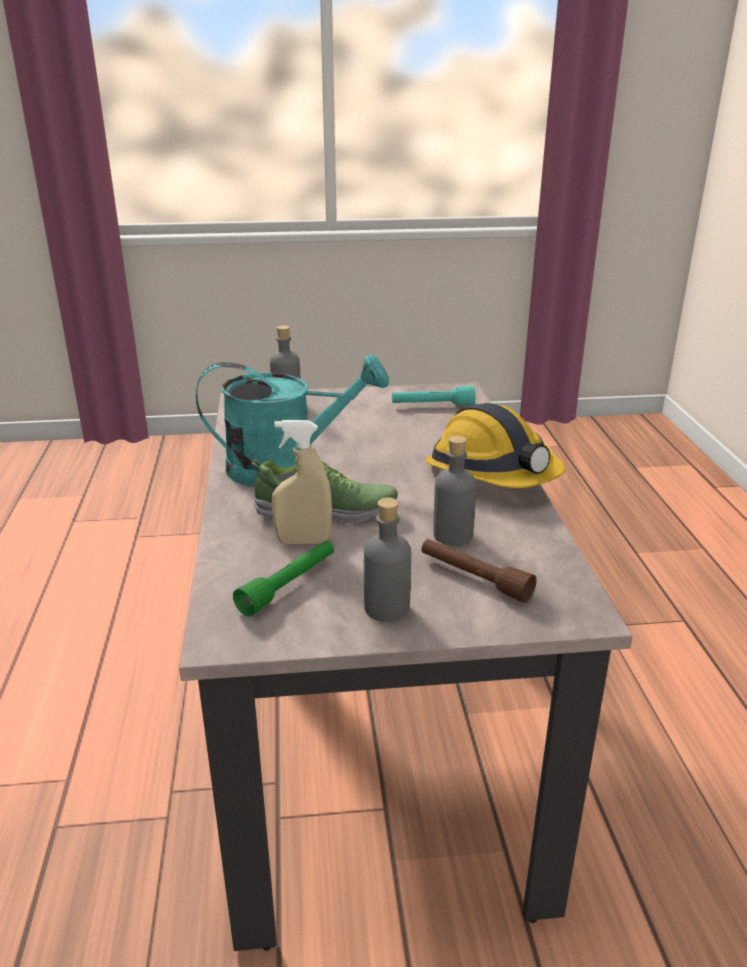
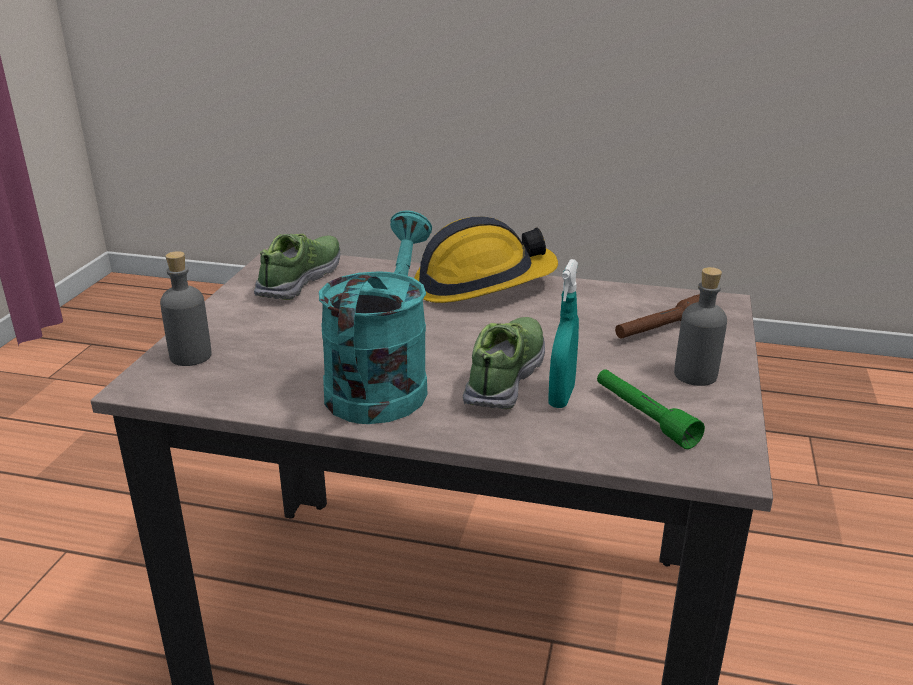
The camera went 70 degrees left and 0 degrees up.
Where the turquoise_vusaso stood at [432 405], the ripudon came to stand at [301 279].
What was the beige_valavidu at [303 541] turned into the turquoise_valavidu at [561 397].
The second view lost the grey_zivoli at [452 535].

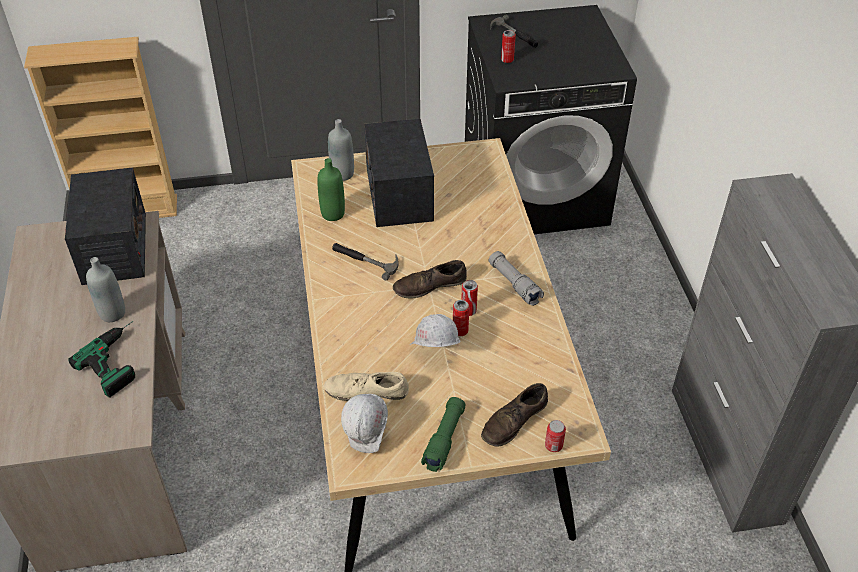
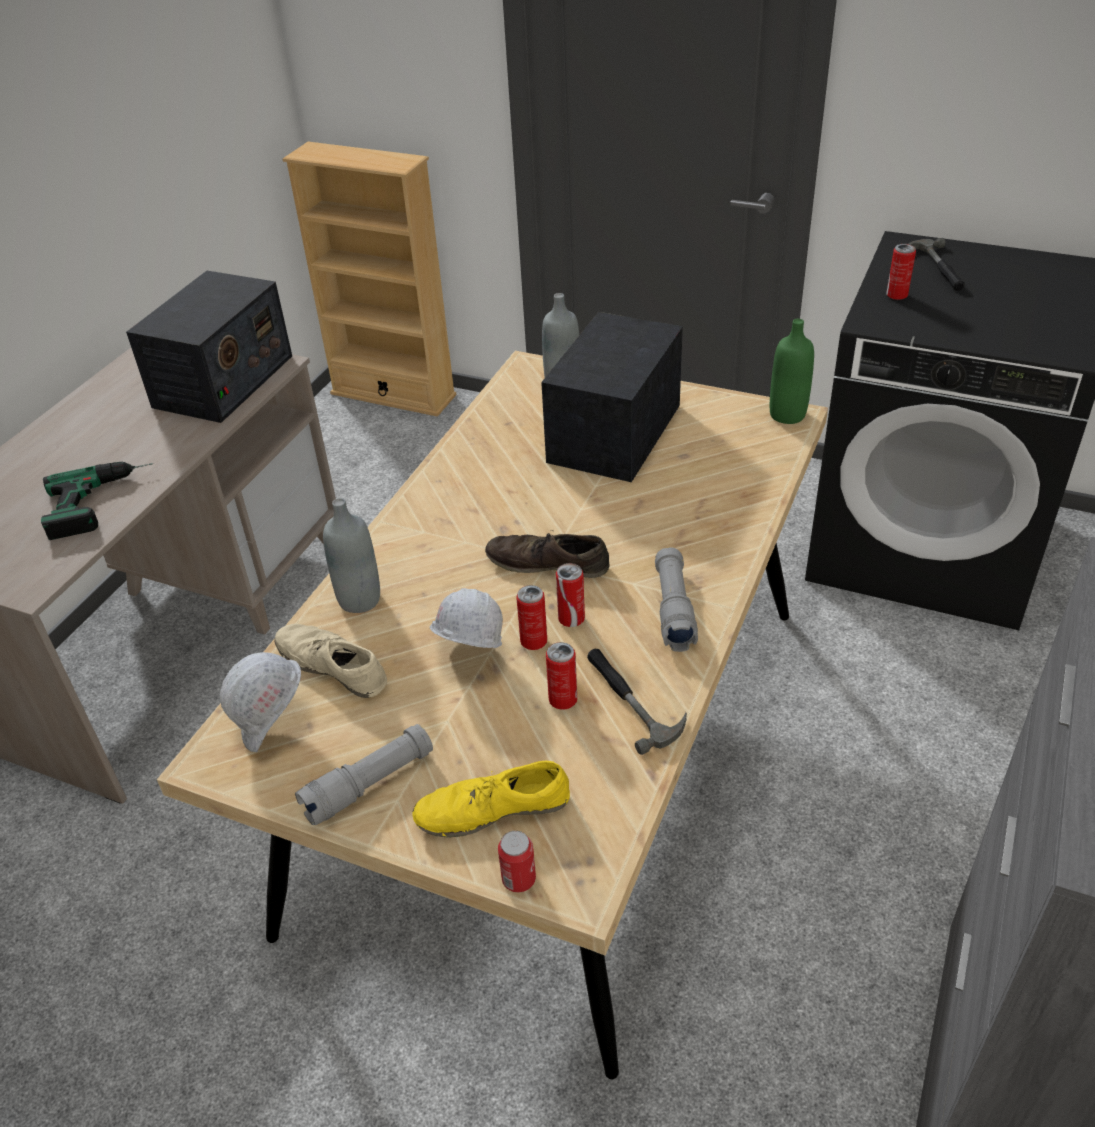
The camera went 35 degrees right and 5 degrees down.
The green_zivoli ended up elsewhere, having gone from [333 214] to [787 414].
The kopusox ended up elsewhere, having gone from [365 260] to [631 699].
The grey_zivoli ended up elsewhere, having gone from [112 313] to [359 599].
What was the brown_ripudon at [514 421] turned into the yellow_ripudon at [492 809].
What was the green_vusaso at [444 439] turned into the grey_vusaso at [369 784].
The second view gained the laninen at [563 700].

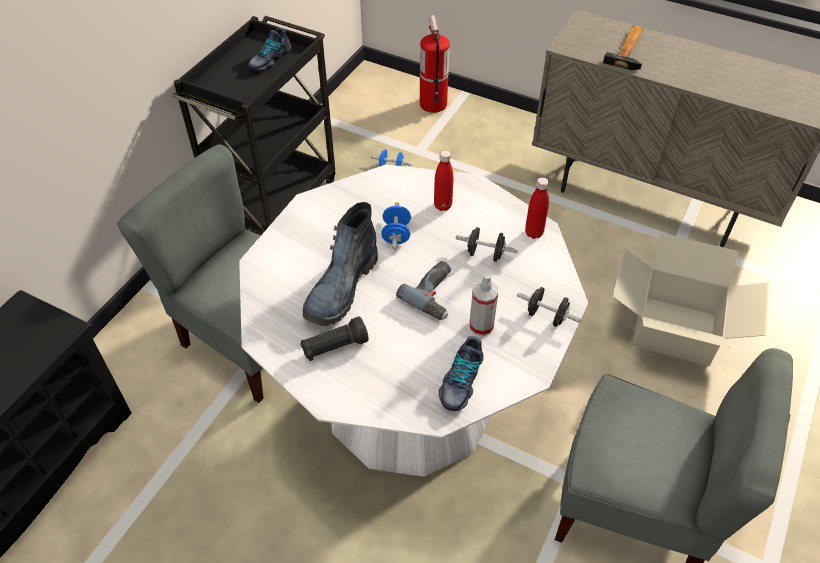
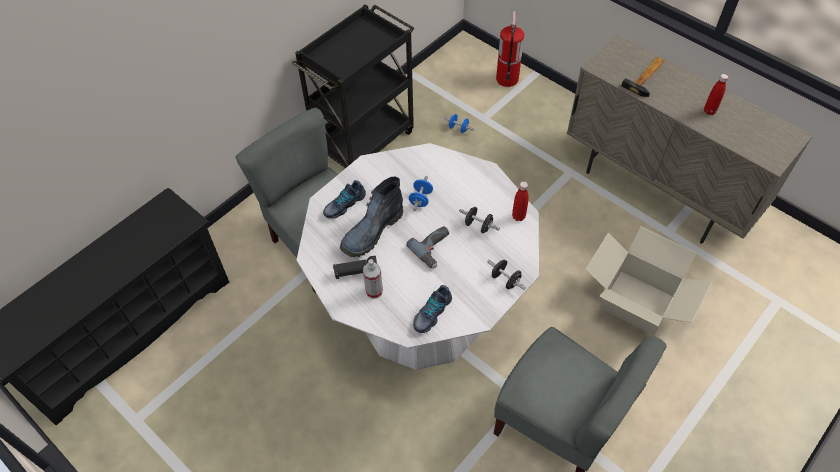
The camera went 15 degrees right and 5 degrees up.
The ripudon ended up elsewhere, having gone from [269 59] to [344 204].
The red_zivoli ended up elsewhere, having gone from [442 206] to [709 111].
The valavidu ended up elsewhere, having gone from [481 326] to [374 291].

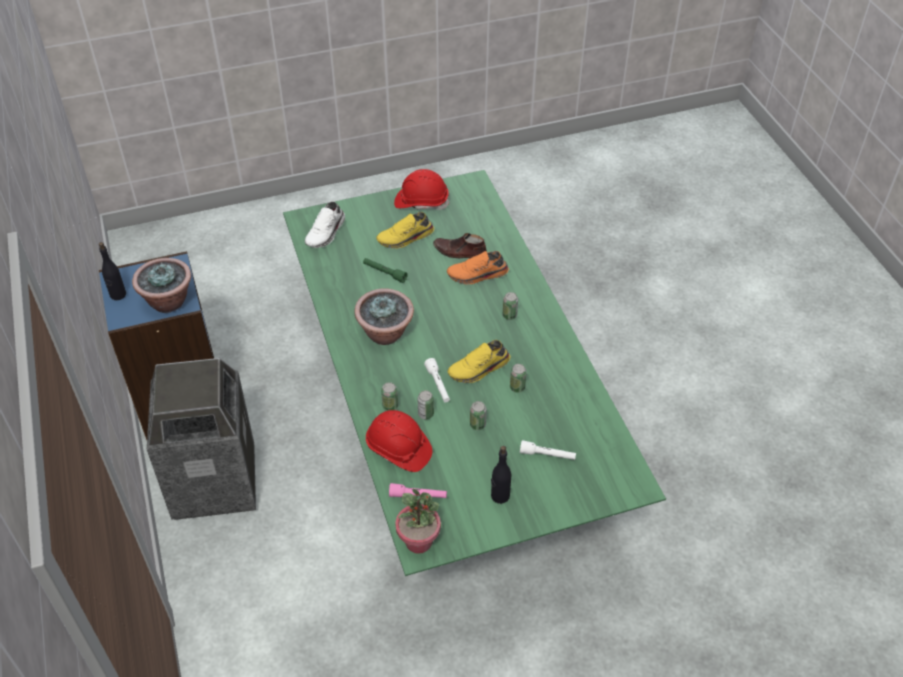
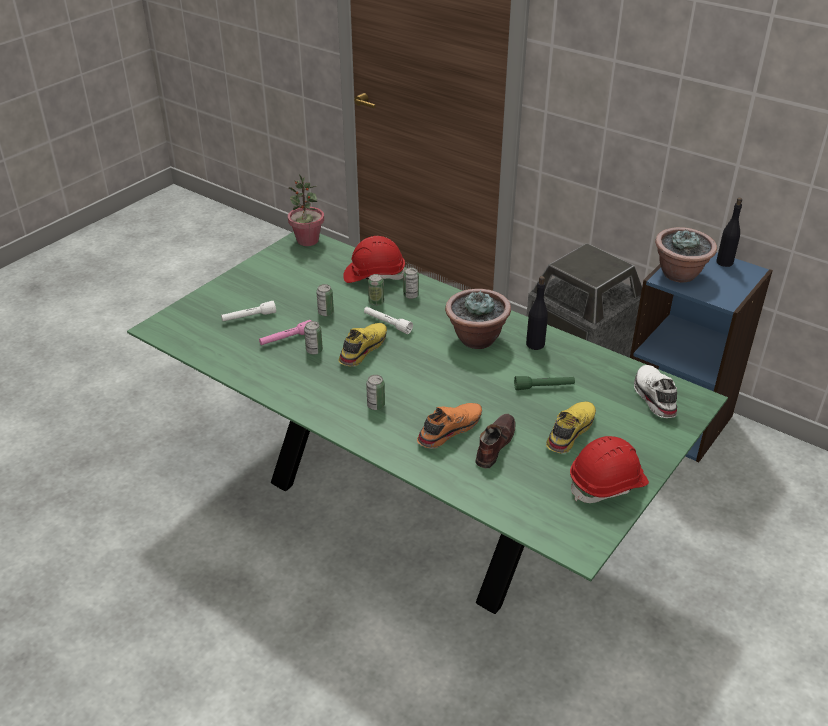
The camera went 145 degrees right and 10 degrees down.
The brown_ripudon at [459 252] ended up facing another way, 45 degrees counterclockwise from before.
The black_zivoli ended up elsewhere, having gone from [500 496] to [535 344].
The pink_vusaso ended up elsewhere, having gone from [418 496] to [286 339].

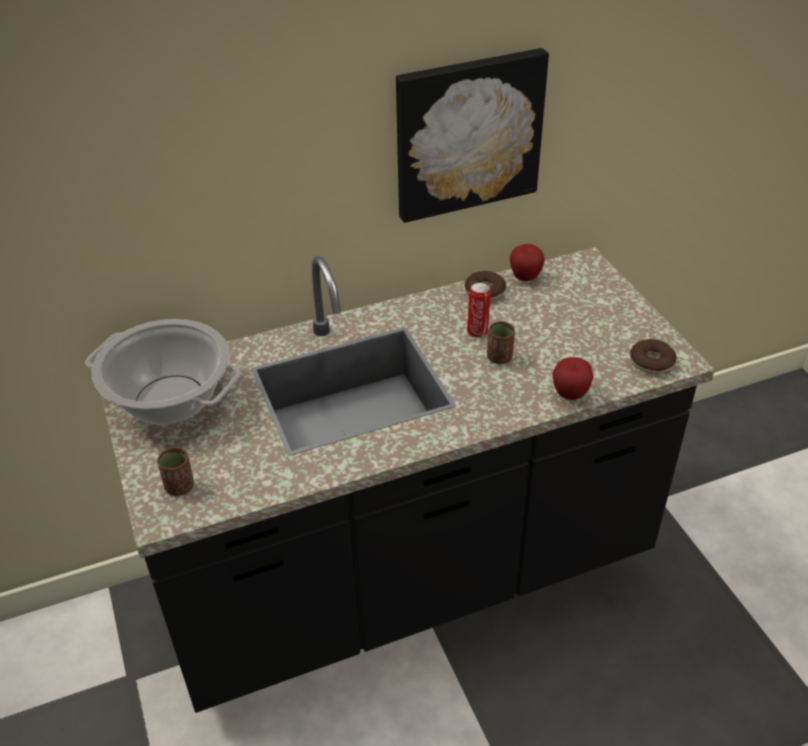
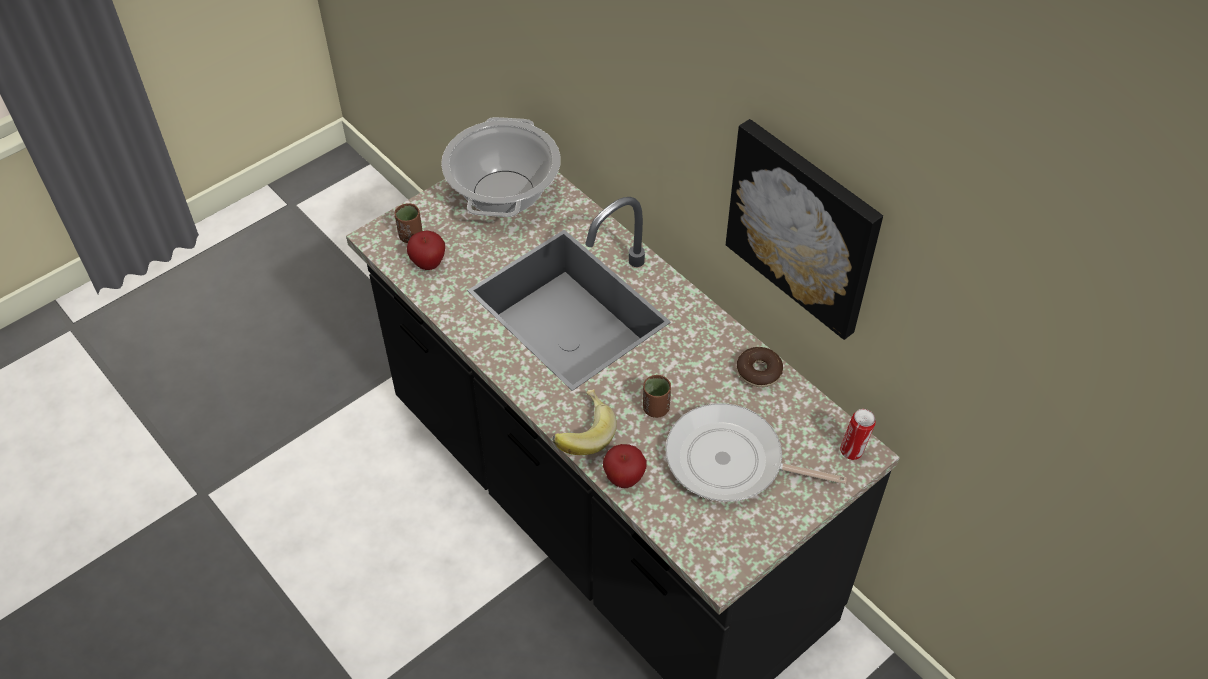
The camera went 70 degrees right and 10 degrees up.
The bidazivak ended up elsewhere, having gone from [525 277] to [428 264].
The laninen ended up elsewhere, having gone from [477 331] to [853 451].
The second view lost the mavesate at [651 362].
The second view gained the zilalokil at [582 434].
The second view gained the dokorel at [731 462].

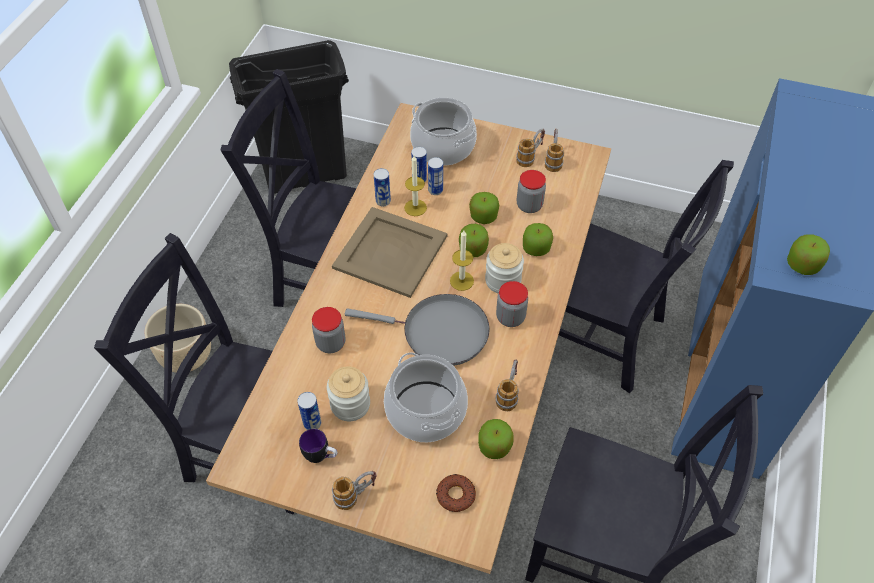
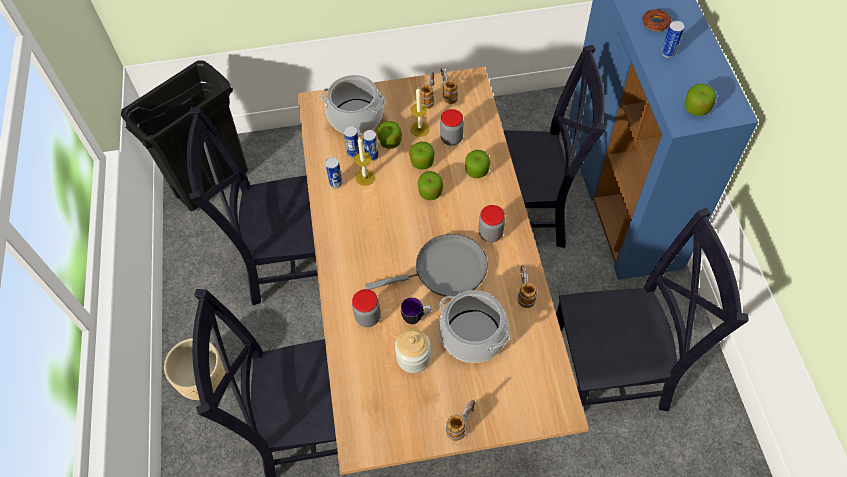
The camera went 25 degrees left and 5 degrees up.
The second view lost the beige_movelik at [390 253].
The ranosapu ended up elsewhere, having gone from [461 281] to [419 129].
The second view lost the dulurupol at [503 280].
The laninen ended up elsewhere, having gone from [312 423] to [668 53].
The bidazivak ended up elsewhere, having gone from [494 446] to [390 141].
The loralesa ended up elsewhere, having gone from [321 457] to [416 317].
The mavesate ended up elsewhere, having gone from [456 495] to [655 23].

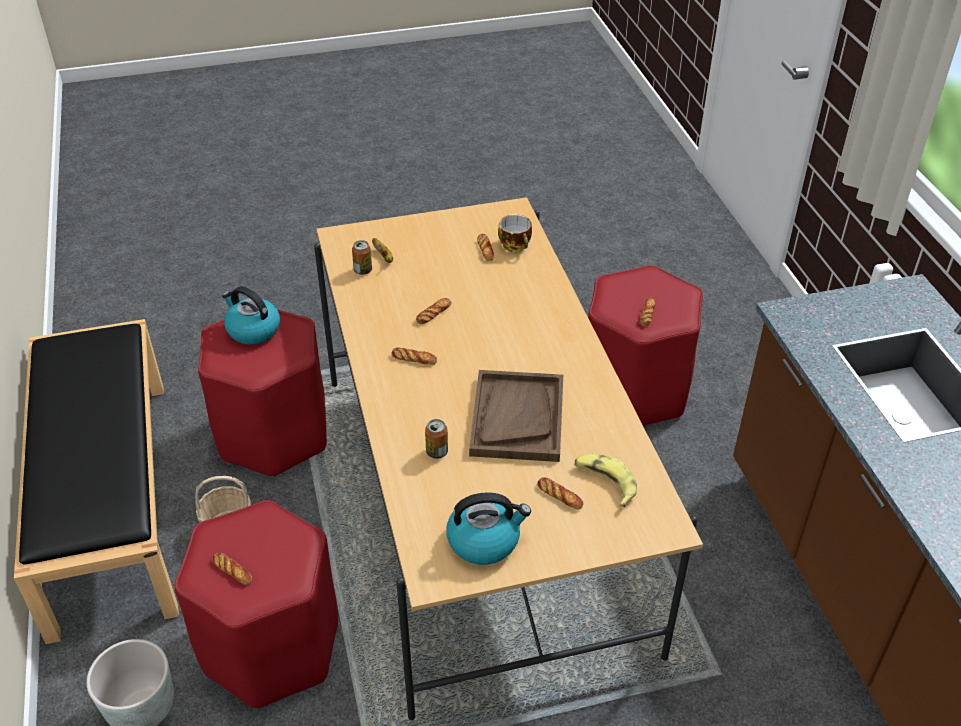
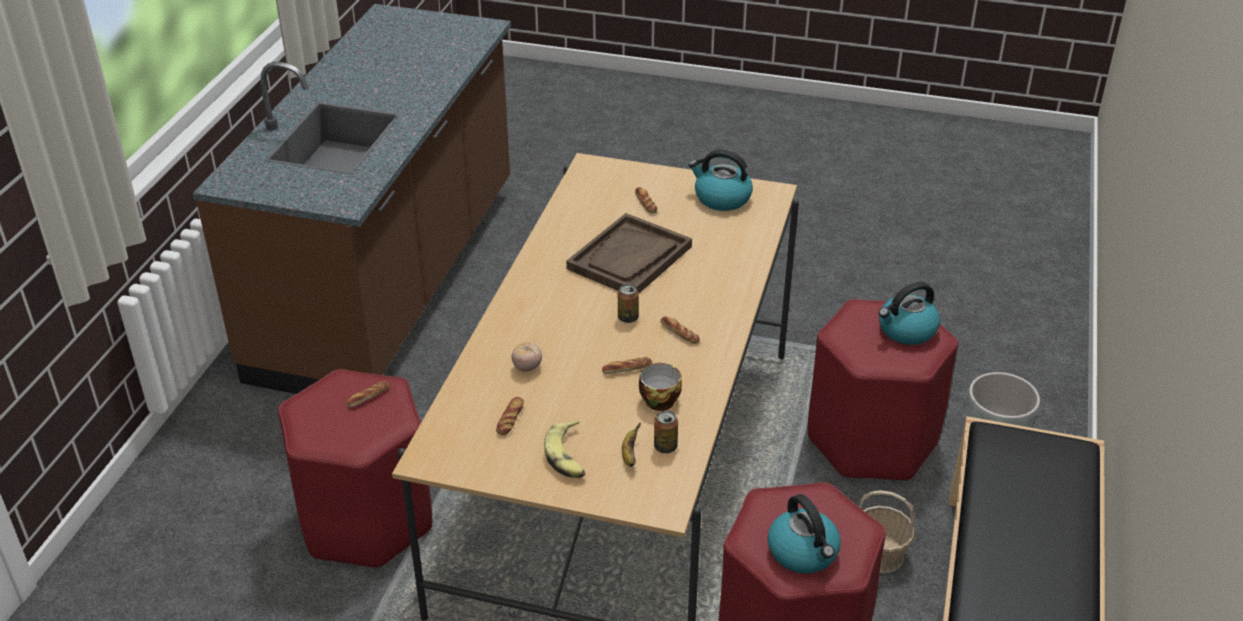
The camera went 150 degrees left and 5 degrees down.
The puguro ended up elsewhere, having gone from [516 246] to [658 399].
The laninen ended up elsewhere, having gone from [437 452] to [628 318].
The zilalokil ended up elsewhere, having gone from [605 482] to [568 456].
Where the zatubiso stood at [232 570], the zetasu came to stand at [906 331].
The second view gained the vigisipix at [527 367].

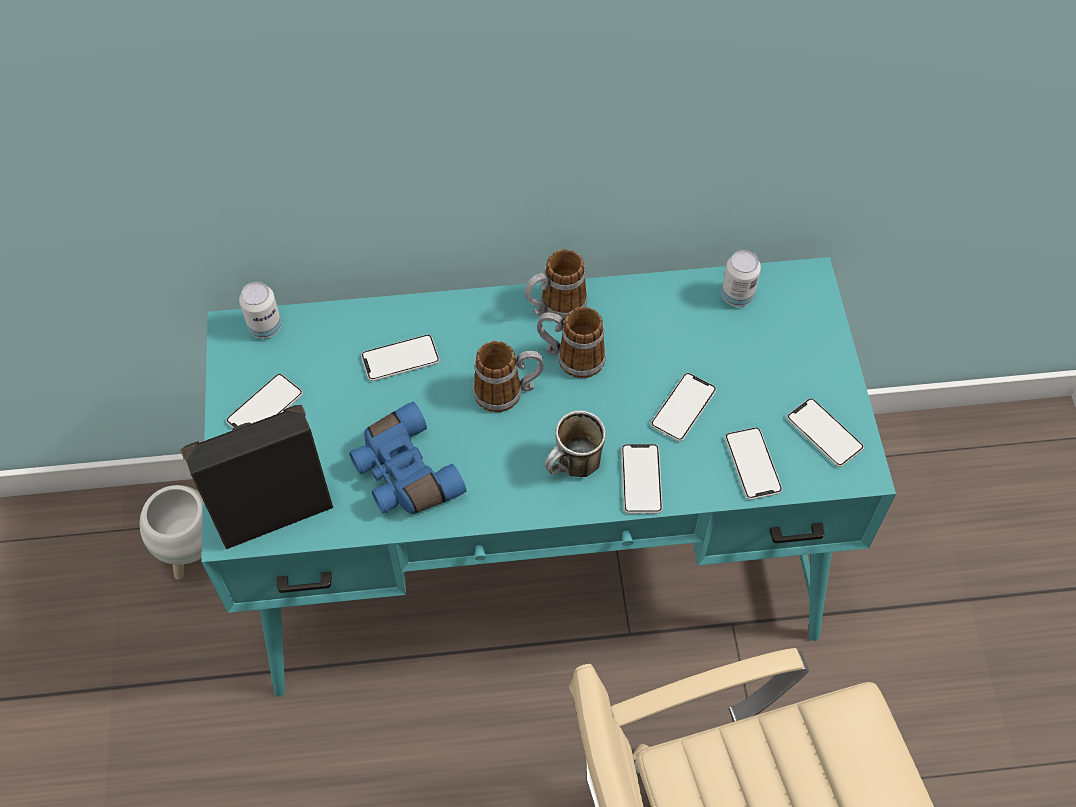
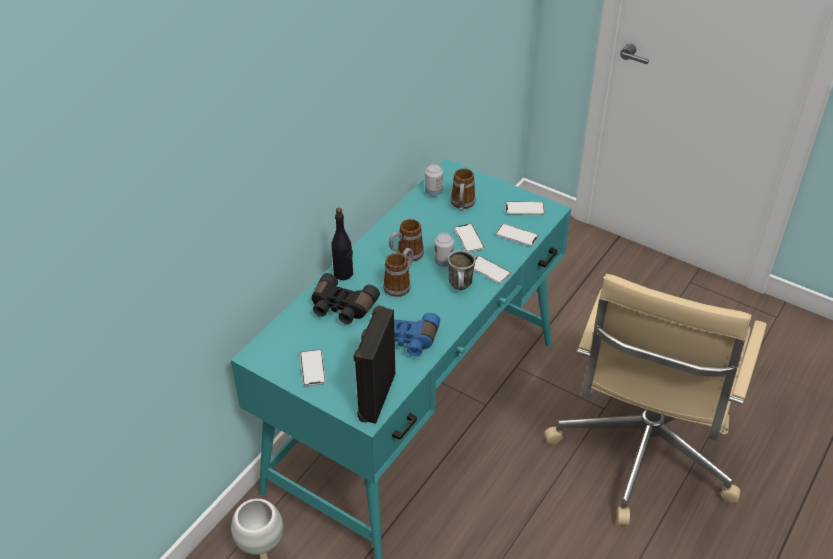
The camera went 50 degrees left and 15 degrees down.
The loralesa ended up elsewhere, having gone from [555 307] to [462 205].
The laninen ended up elsewhere, having gone from [265 327] to [443 262].
Where the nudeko stood at [400 359], the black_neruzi came to stand at [341 308].
The second view gained the black_zivoli at [343 274].

